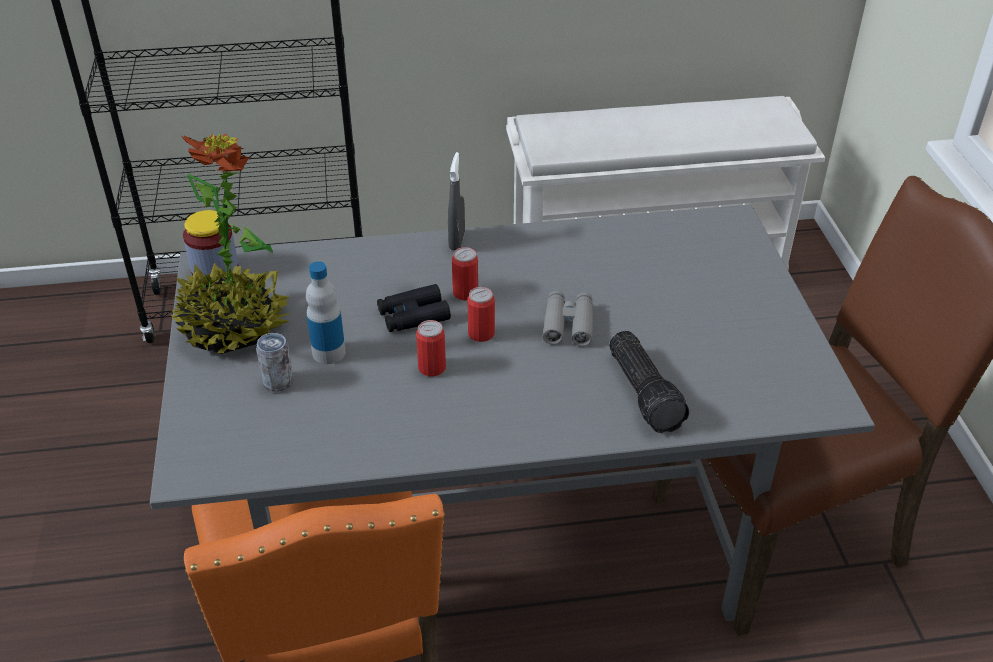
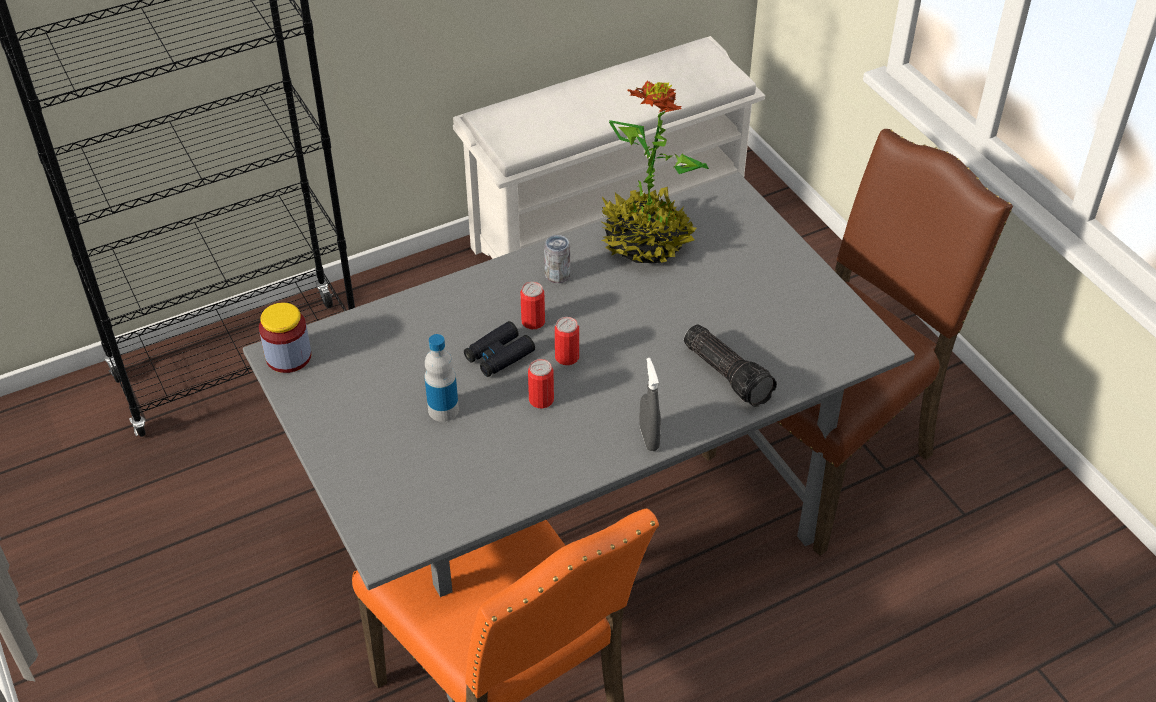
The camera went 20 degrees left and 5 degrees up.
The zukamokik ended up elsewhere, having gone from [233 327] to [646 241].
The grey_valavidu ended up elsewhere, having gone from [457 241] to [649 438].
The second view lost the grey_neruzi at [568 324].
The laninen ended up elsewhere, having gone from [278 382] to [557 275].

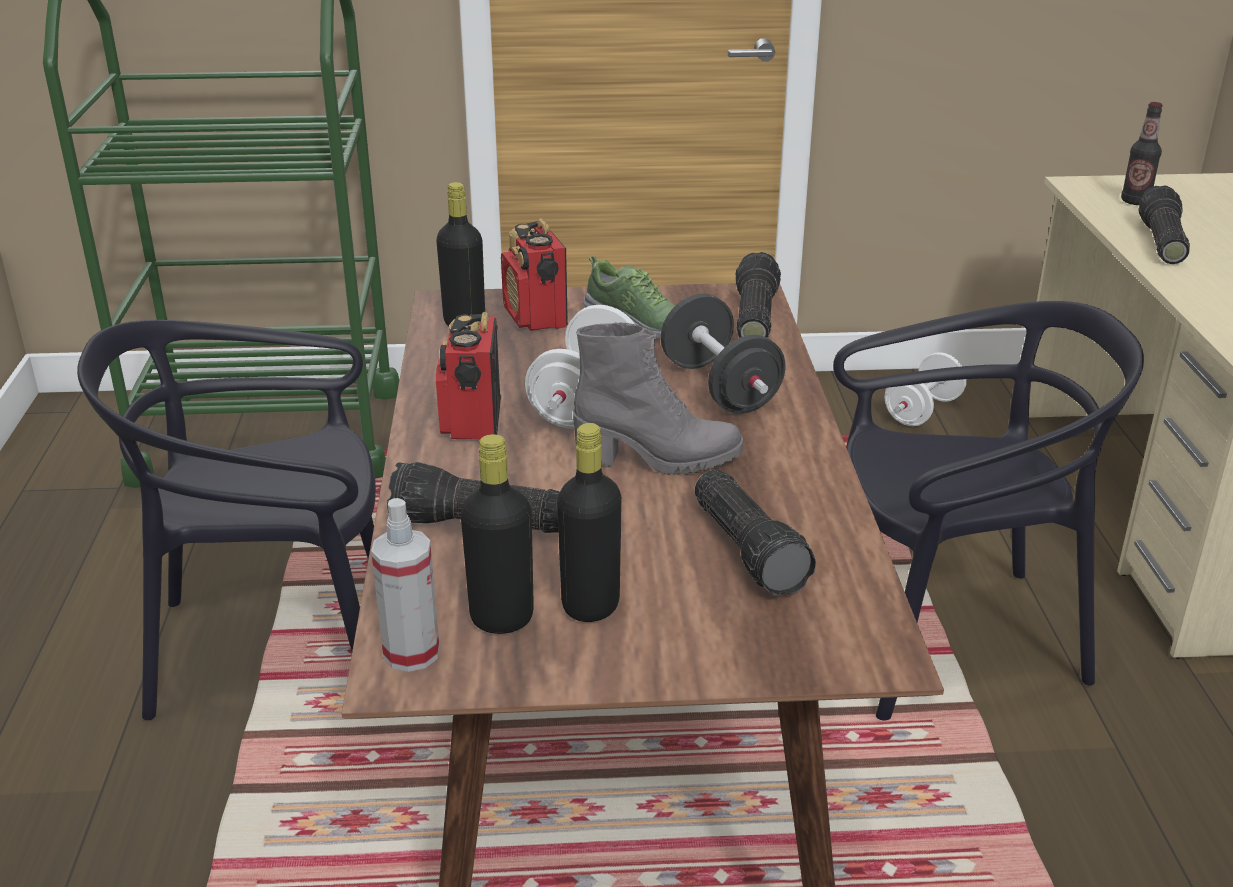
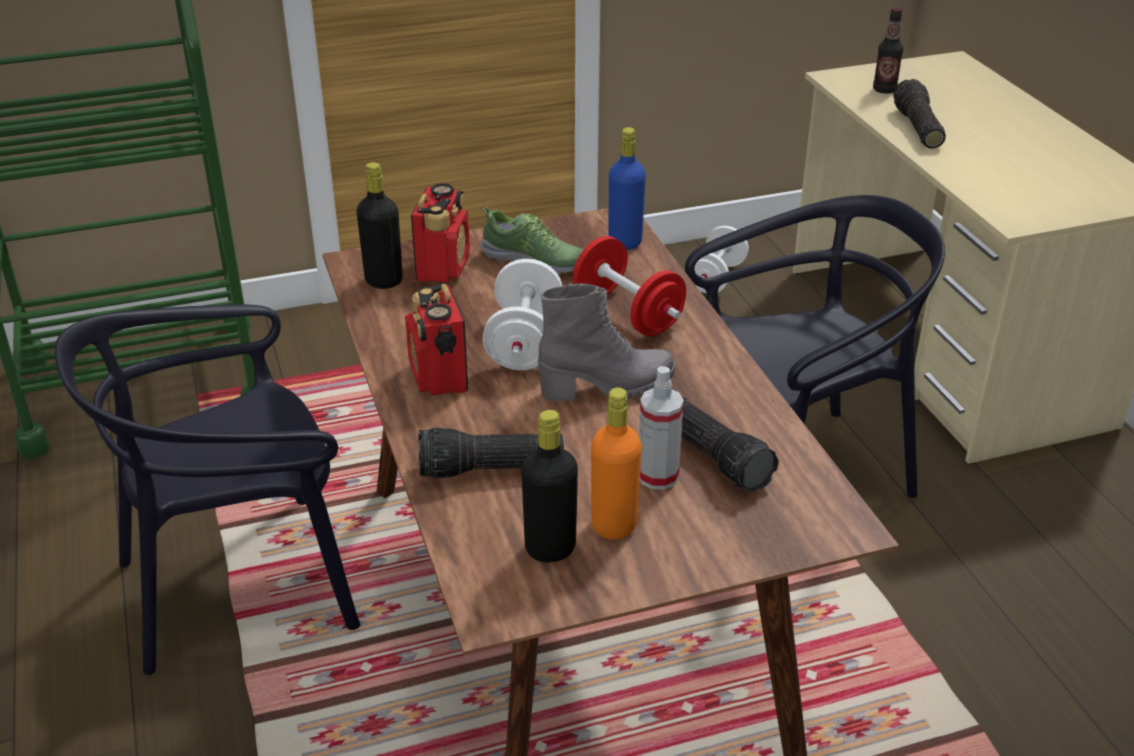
The camera went 15 degrees left and 5 degrees up.
The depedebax at [535 318] ended up facing another way, 135 degrees counterclockwise from before.
Where the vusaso stood at [752 317], the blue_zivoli came to stand at [625 242].
What was the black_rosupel at [720 388] turned into the red_rosupel at [628 313].
What was the black_zivoli at [590 606] turned into the orange_zivoli at [614 525].
The valavidu ended up elsewhere, having gone from [411 653] to [658 476].

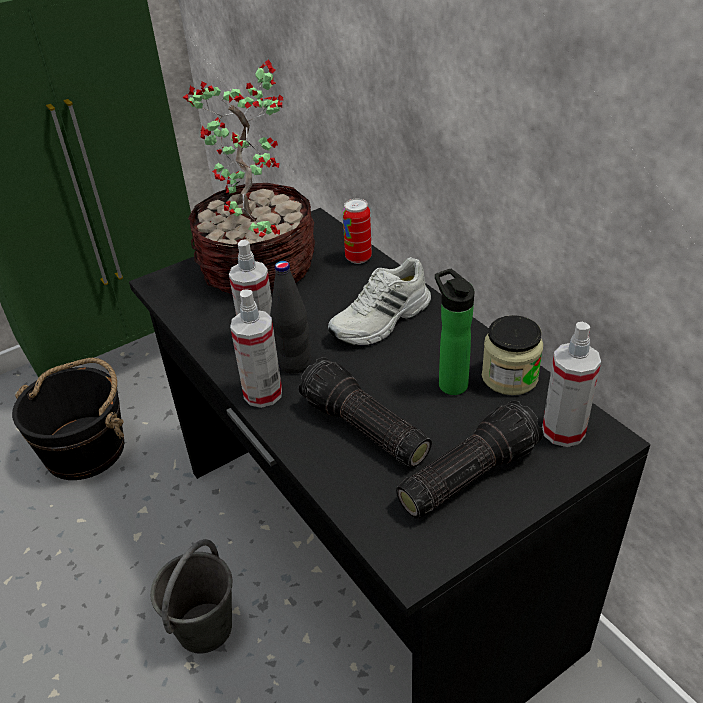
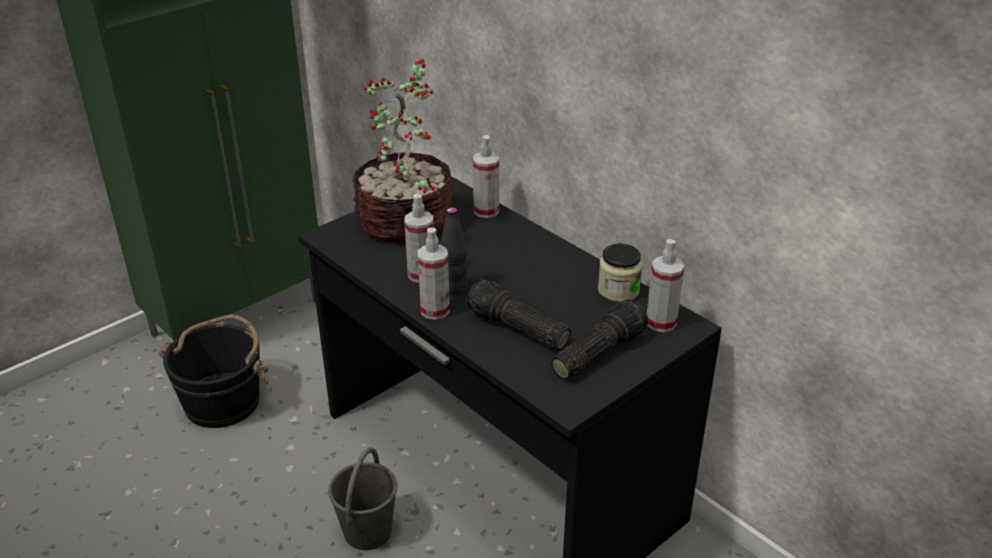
The camera went 10 degrees left and 5 degrees down.
Where the laninen stood at [358 258], the valavidu came to stand at [486 211].
The second view lost the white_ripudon at [382 321].
The second view lost the zivoli at [450 382].

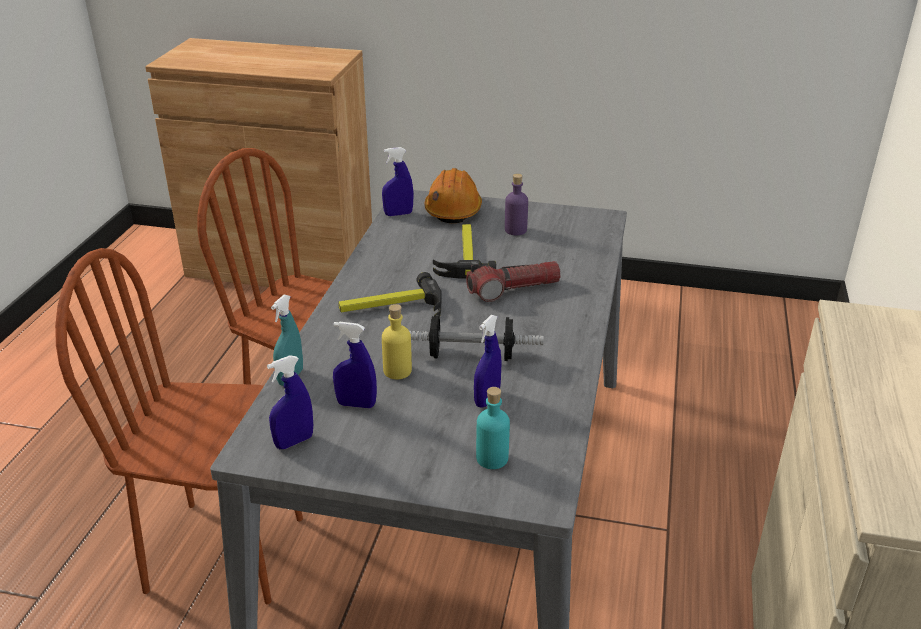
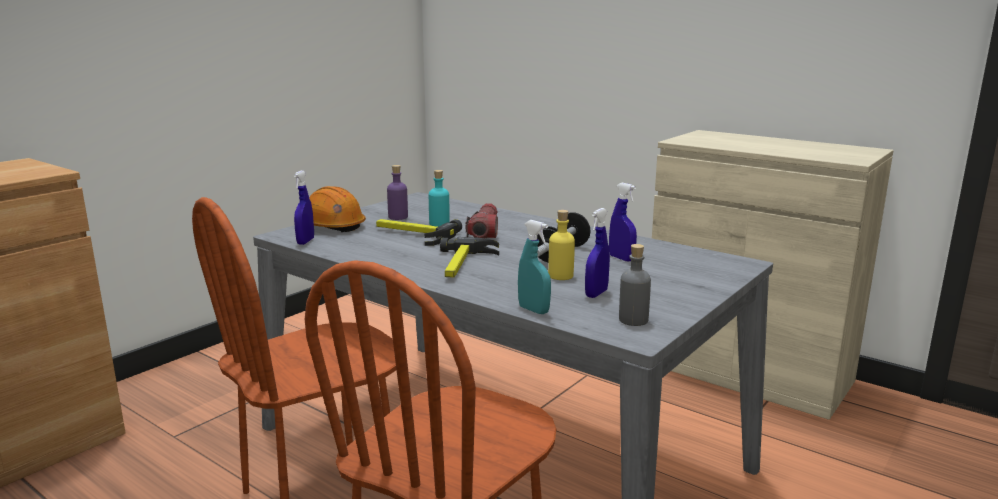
The camera went 65 degrees left and 15 degrees down.
Where the blue_valavidu stood at [294 442], the grey_zivoli came to stand at [633 320].
The turquoise_zivoli ended up elsewhere, having gone from [492 458] to [439 223].

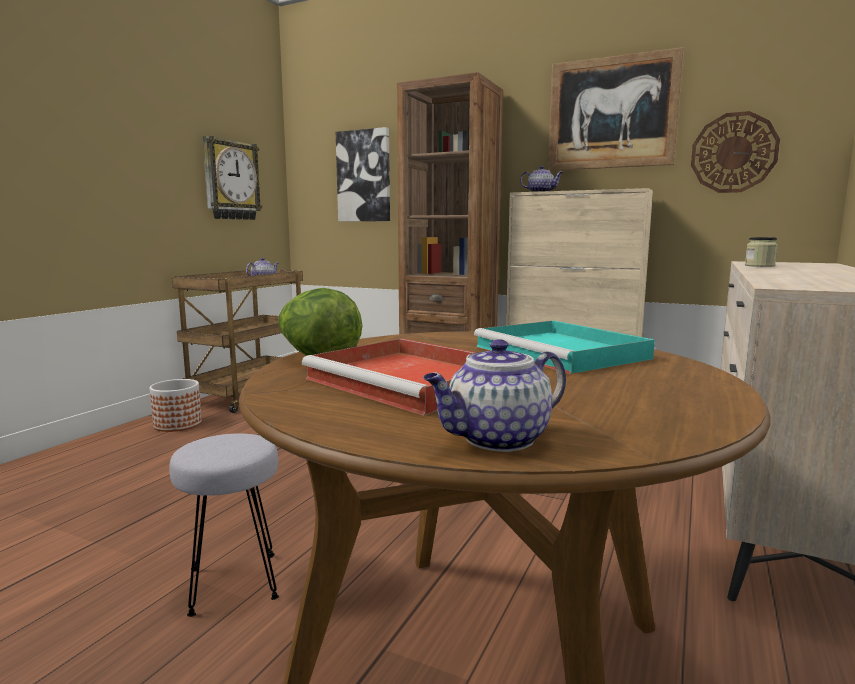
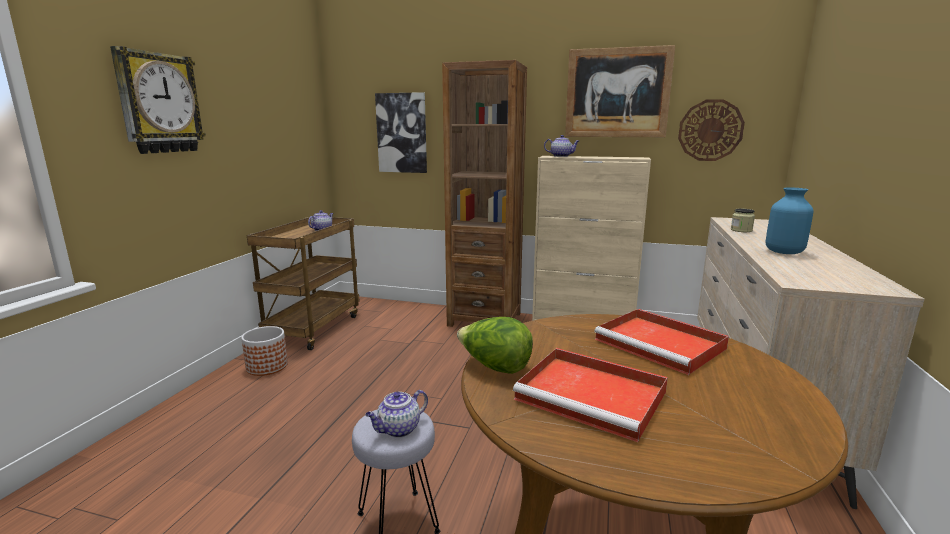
The camera went 10 degrees left and 5 degrees up.
The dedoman ended up elsewhere, having gone from [231 180] to [159 103].
What was the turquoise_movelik at [563 353] turned into the red_movelik at [662 344].
The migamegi ended up elsewhere, having gone from [496 440] to [398 429].
The second view gained the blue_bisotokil at [784 252].

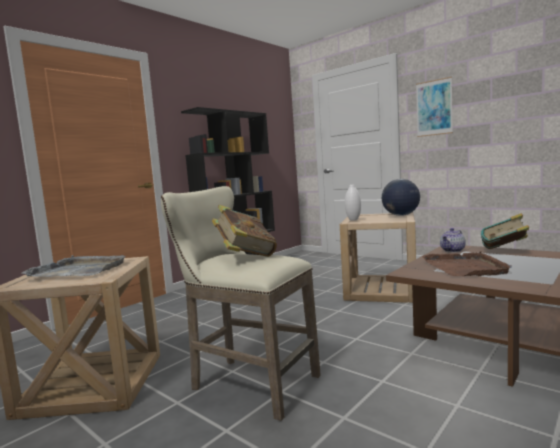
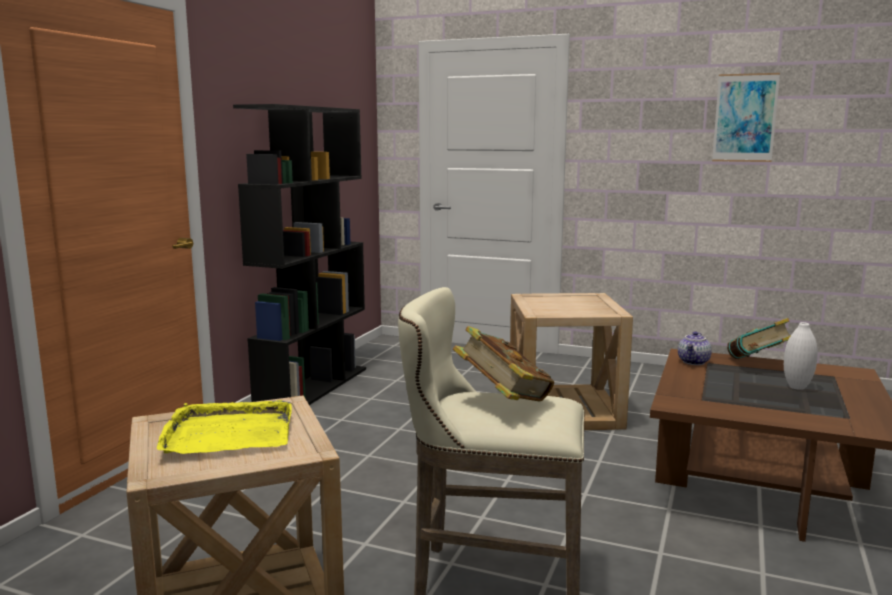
The camera went 20 degrees left and 5 degrees up.
The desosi ended up elsewhere, having gone from [434 108] to [745 118].
The second view lost the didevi at [400 215].
The white_bisotokil ended up elsewhere, having gone from [353 220] to [797 387].
The second view lost the brown_movelik at [465 267].
What was the grey_movelik at [79 270] turned into the yellow_movelik at [228 433].

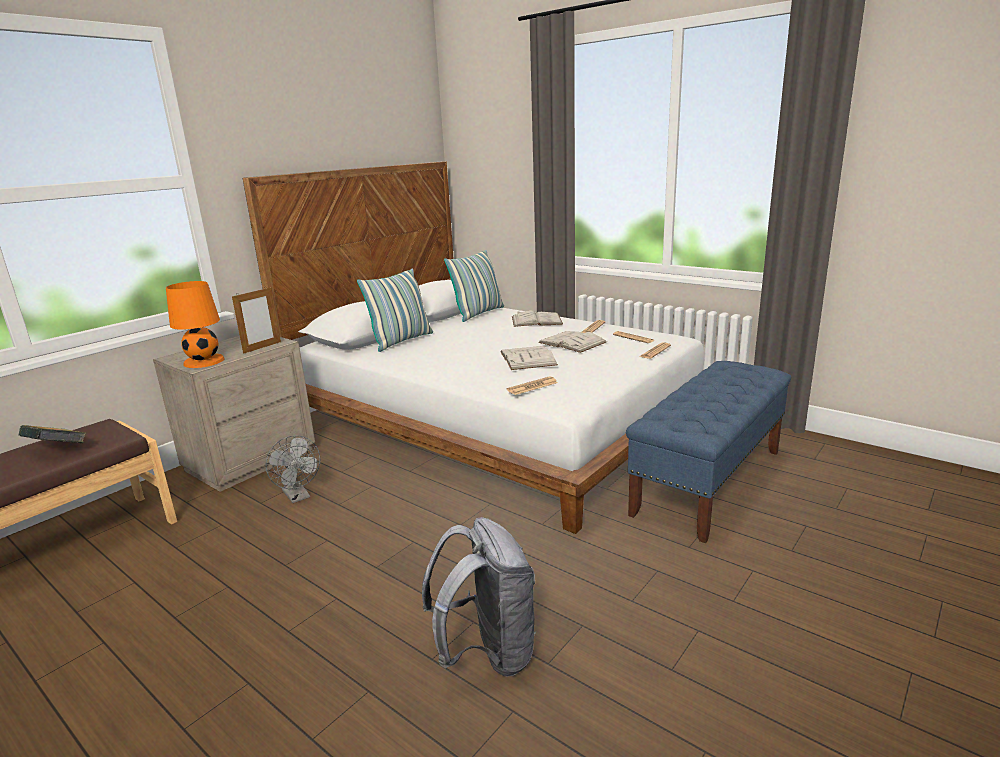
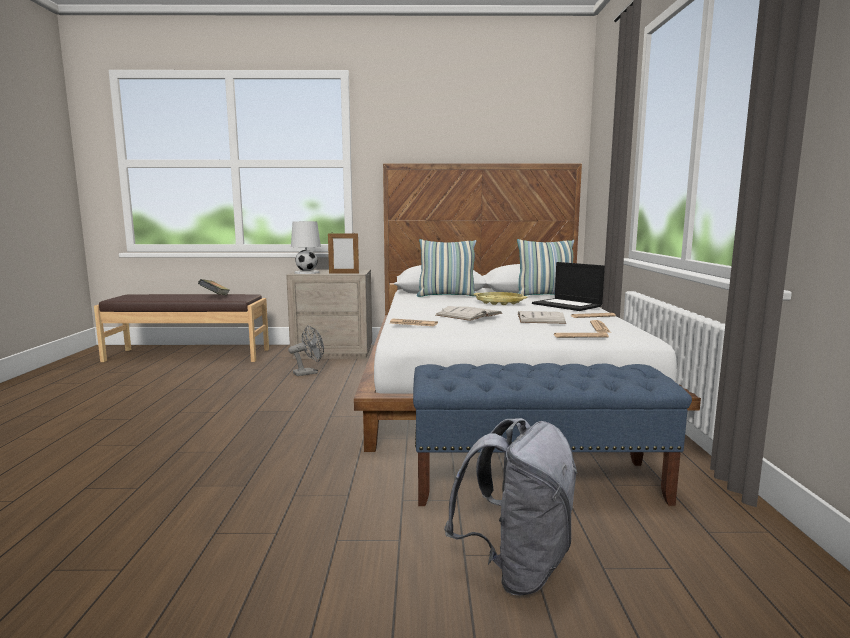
The camera went 50 degrees right and 10 degrees down.
What was the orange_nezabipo at [203 361] turned into the white_nezabipo at [306 272].
Where the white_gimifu stood at [536 320], the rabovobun came to stand at [567 305].
The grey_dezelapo at [298 496] ended up facing another way, 135 degrees counterclockwise from before.
The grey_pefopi ended up elsewhere, having gone from [487 652] to [516 568].
The second view gained the yellow_movelik at [499 302].

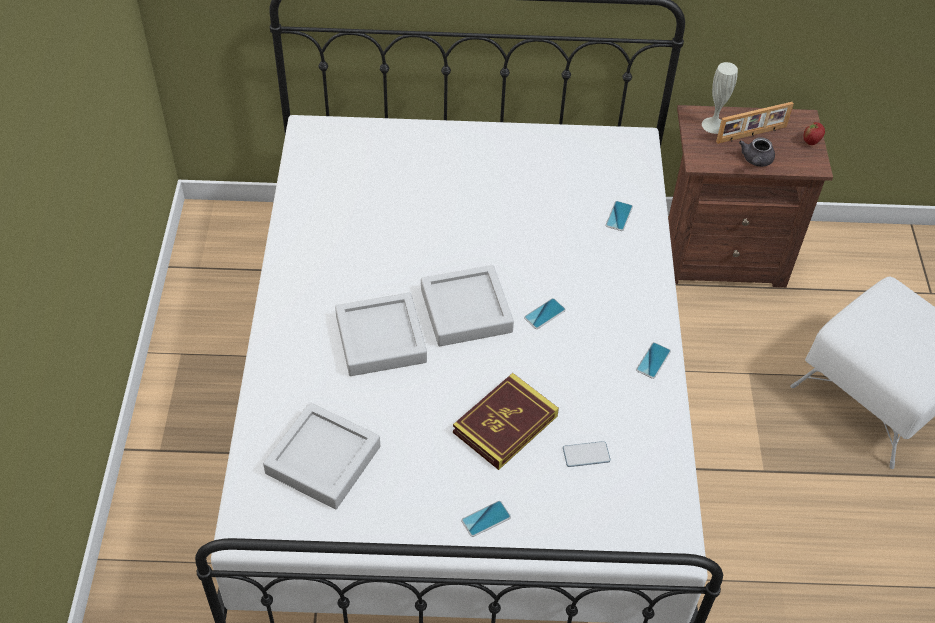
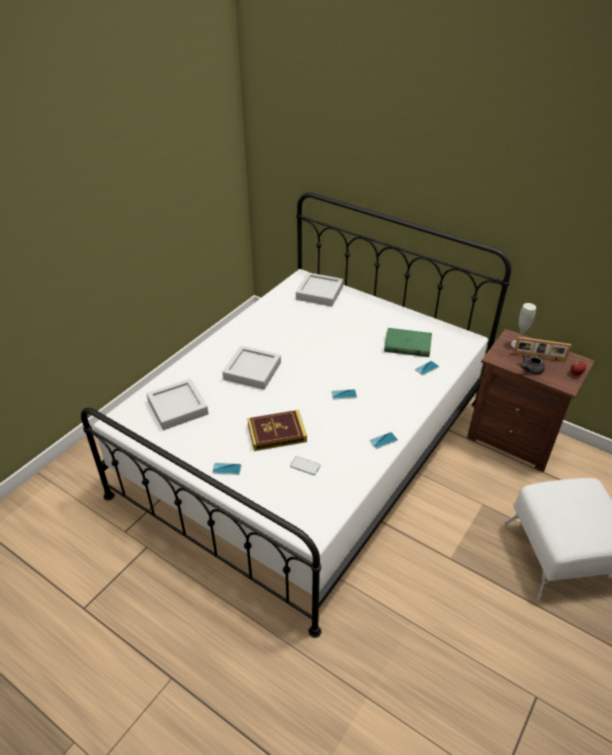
The camera went 35 degrees right and 10 degrees down.
The grey_movelik ended up elsewhere, having gone from [466 311] to [319 293].
The second view gained the green_gimifu at [407 345].

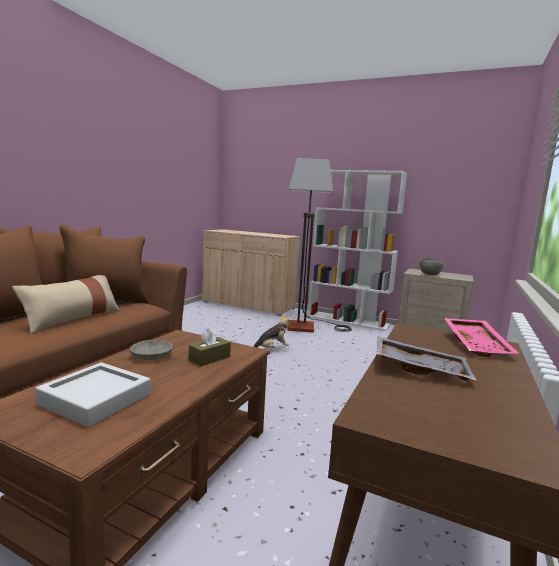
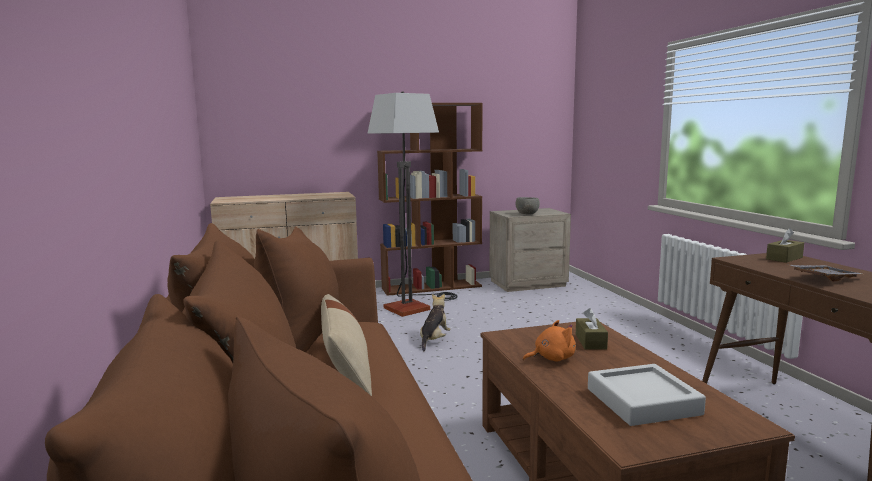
The camera went 40 degrees left and 0 degrees up.
What was the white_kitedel at [348 321] turned into the brown_kitedel at [432 287].
Where the pink_movelik stood at [478 345], the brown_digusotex came to stand at [784 258].
Where the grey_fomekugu stood at [152 355], the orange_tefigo came to stand at [551 358].

